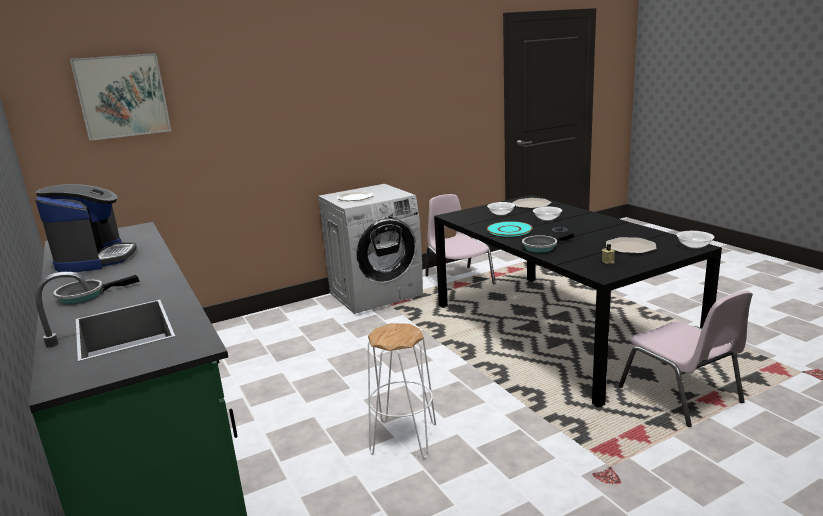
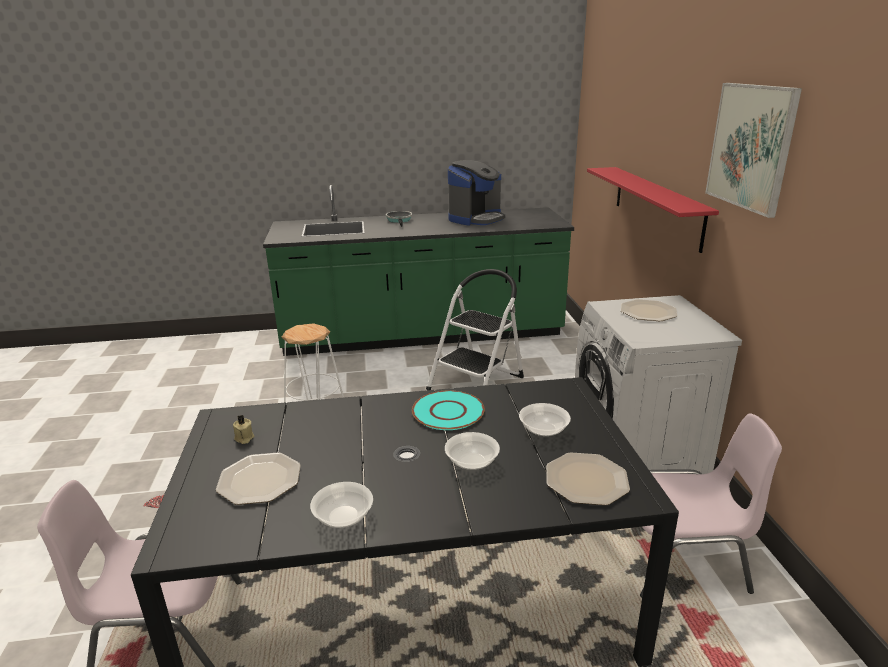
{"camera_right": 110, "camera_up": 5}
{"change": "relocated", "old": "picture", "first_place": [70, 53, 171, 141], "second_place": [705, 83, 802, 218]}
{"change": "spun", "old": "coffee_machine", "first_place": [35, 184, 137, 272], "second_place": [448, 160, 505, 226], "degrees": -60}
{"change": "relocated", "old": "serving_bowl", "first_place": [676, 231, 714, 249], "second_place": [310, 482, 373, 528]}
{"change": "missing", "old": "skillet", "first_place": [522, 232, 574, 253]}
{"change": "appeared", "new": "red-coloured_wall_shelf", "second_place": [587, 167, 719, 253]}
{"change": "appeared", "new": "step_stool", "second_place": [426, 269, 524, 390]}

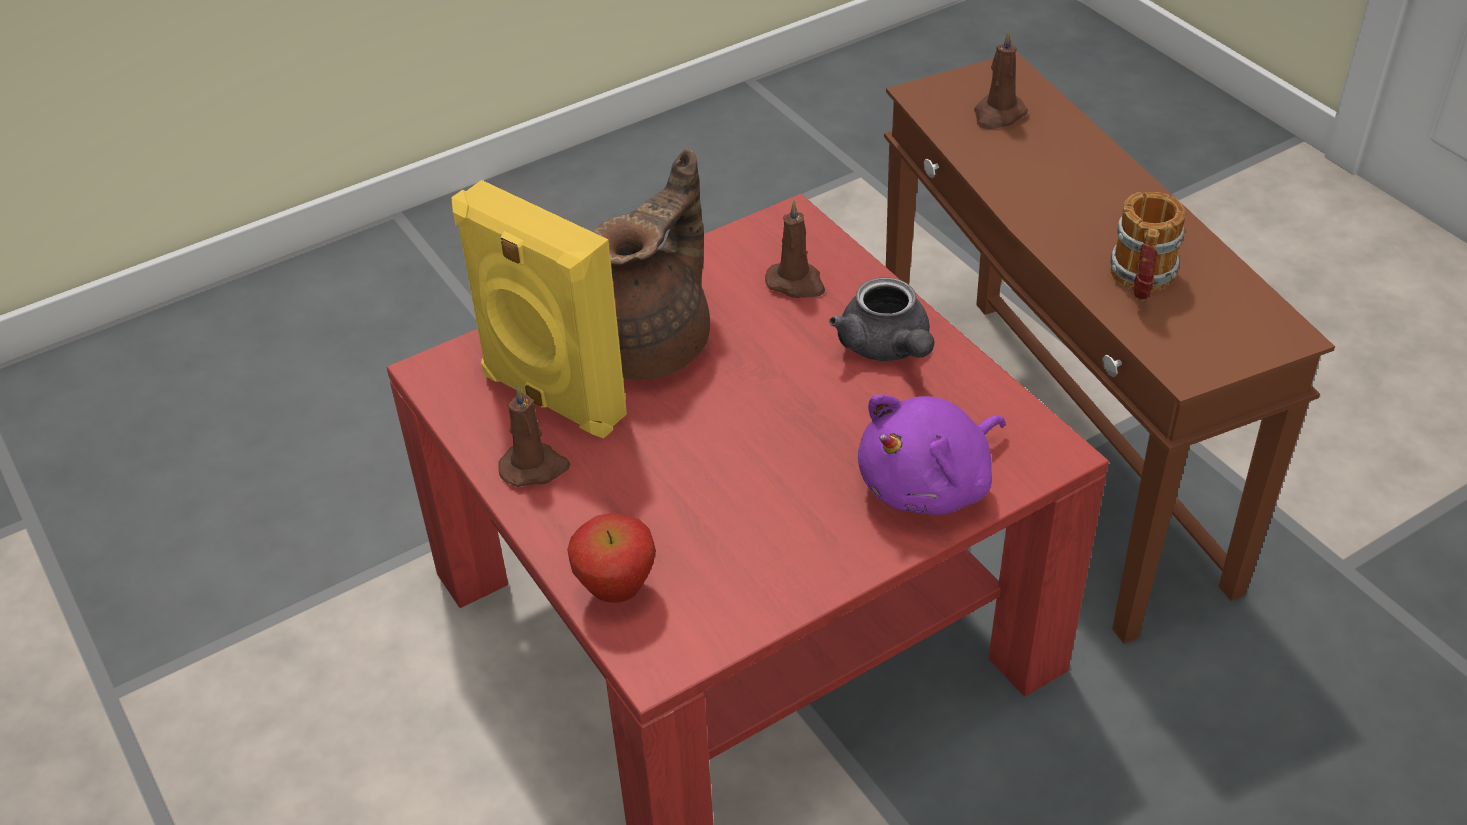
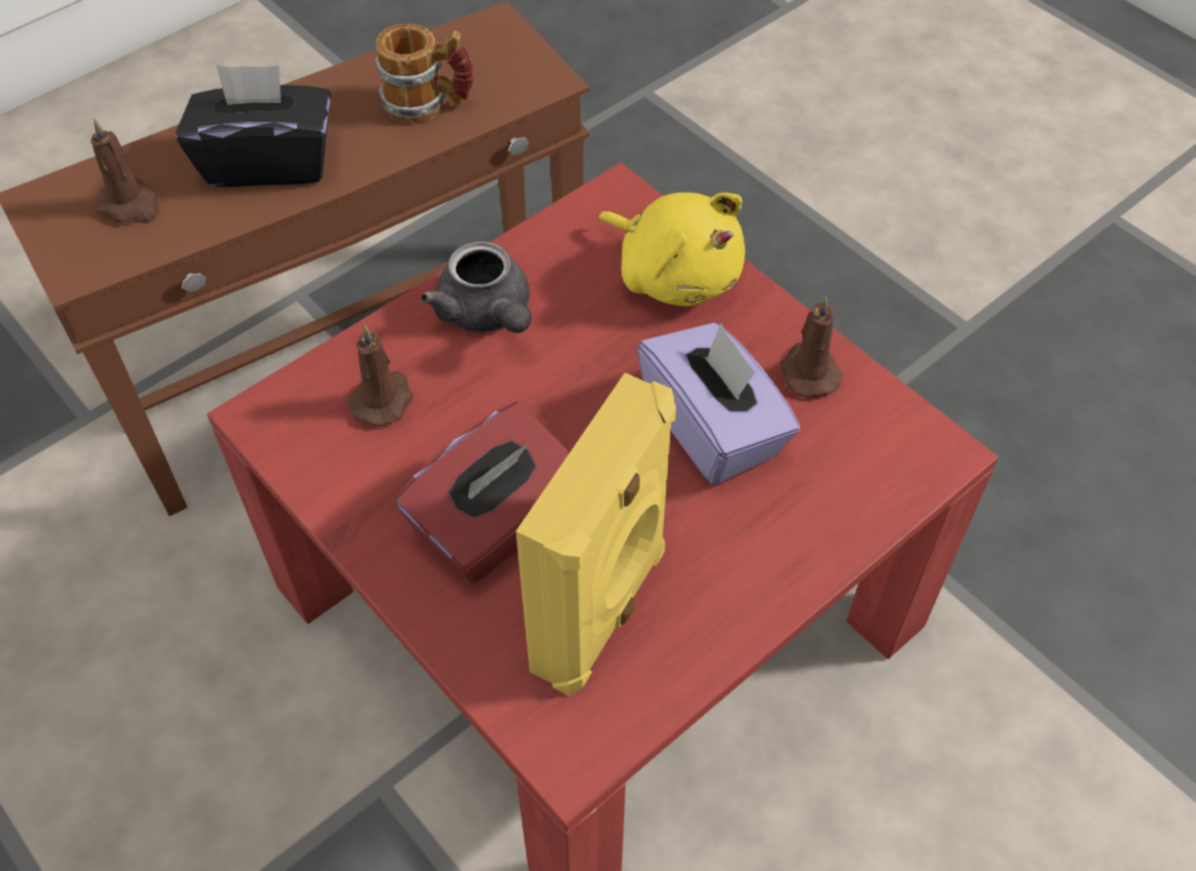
{"camera_right": -100, "camera_up": 10}
{"change": "exchanged", "old": "brown_tea_pot", "new": "red-coloured_box_of_tissues", "first_place": [594, 148, 710, 380], "second_place": [395, 402, 570, 583]}
{"change": "spun", "old": "grey_tea_pot", "first_place": [829, 277, 934, 361], "second_place": [421, 241, 532, 333], "degrees": 90}
{"change": "relocated", "old": "brown_wax_light", "first_place": [498, 385, 570, 487], "second_place": [780, 296, 843, 398]}
{"change": "colour", "old": "purple_plush_toy", "new": "yellowish_plush_toy", "first_place": [858, 394, 1006, 515], "second_place": [598, 192, 745, 307]}
{"change": "missing", "old": "apple_fruit", "first_place": [567, 514, 656, 603]}
{"change": "appeared", "new": "black-coloured_box_of_tissues", "second_place": [175, 65, 331, 187]}
{"change": "appeared", "new": "purple_box_of_tissues", "second_place": [637, 323, 800, 485]}

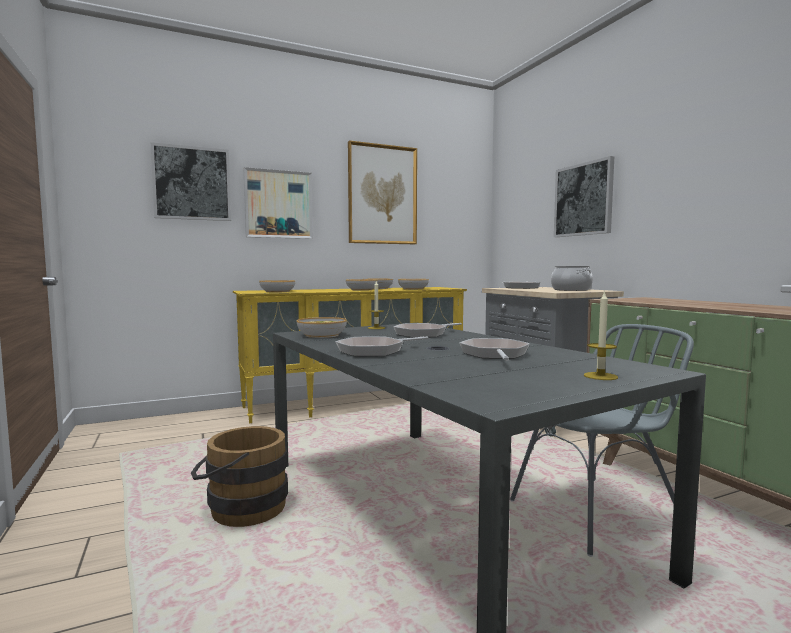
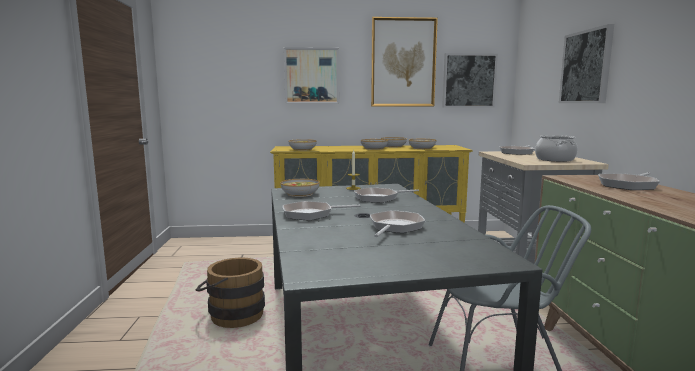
{"camera_right": 20, "camera_up": 5}
{"change": "relocated", "old": "picture", "first_place": [151, 142, 231, 221], "second_place": [442, 53, 498, 108]}
{"change": "missing", "old": "wax_light", "first_place": [584, 290, 618, 380]}
{"change": "appeared", "new": "skillet", "second_place": [598, 172, 660, 190]}

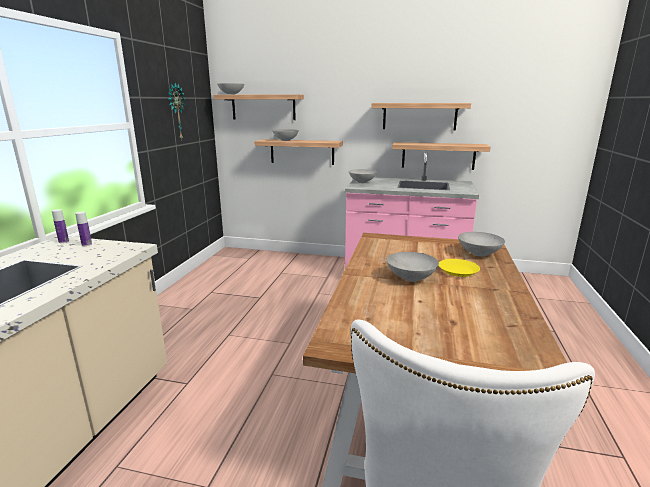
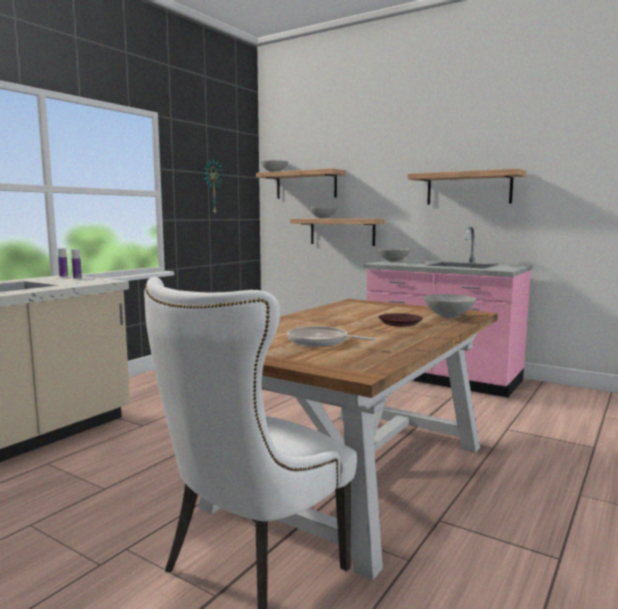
{"camera_right": 20, "camera_up": -10}
{"change": "missing", "old": "wall_shelf", "first_place": [392, 142, 491, 170]}
{"change": "missing", "old": "grey_serving_bowl", "first_place": [387, 252, 439, 282]}
{"change": "colour", "old": "yellowish_flat_dish", "new": "brown_flat_dish", "first_place": [439, 259, 480, 277], "second_place": [378, 313, 423, 326]}
{"change": "appeared", "new": "skillet", "second_place": [287, 326, 376, 347]}

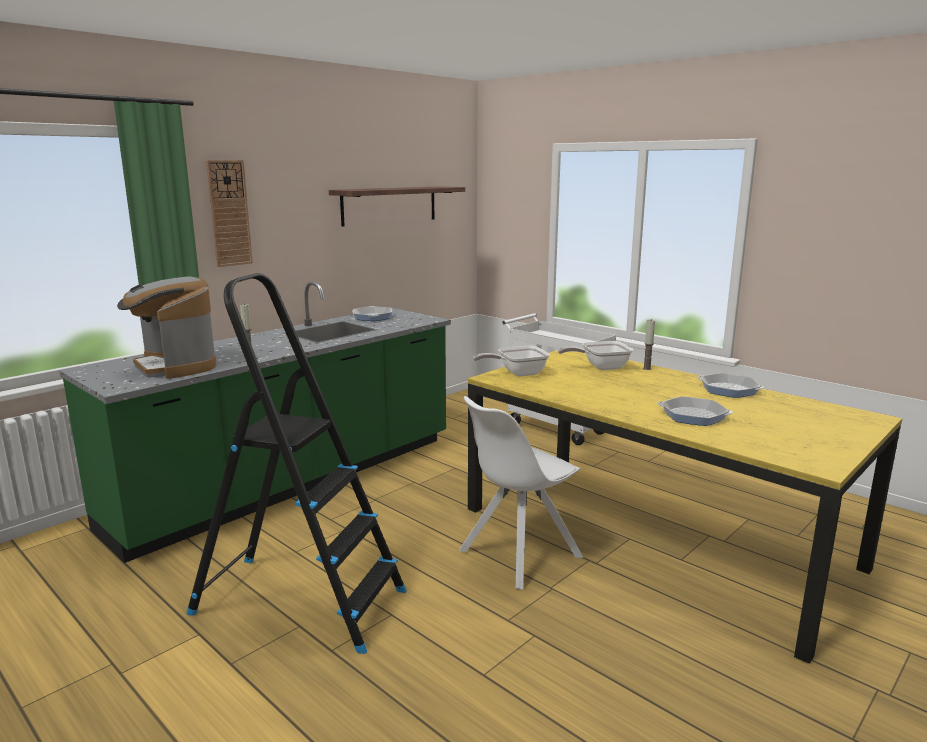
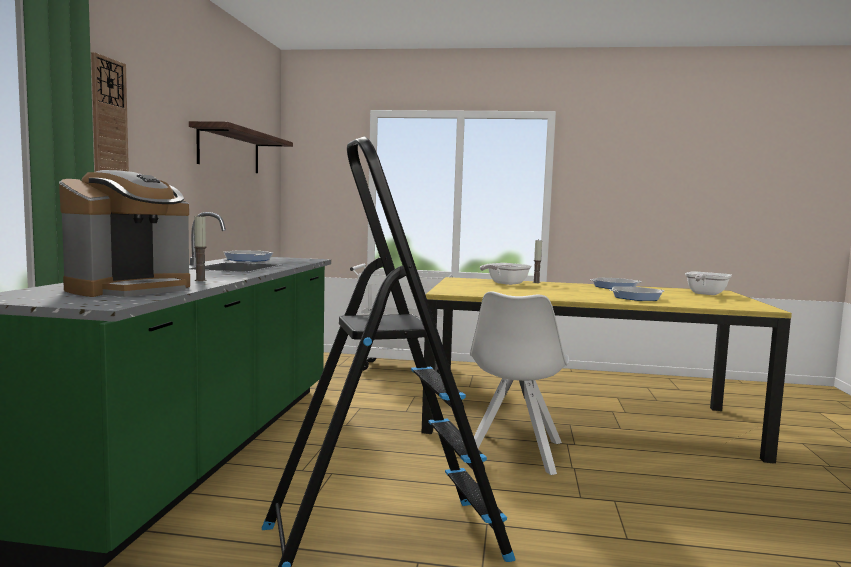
{"camera_right": -35, "camera_up": -10}
{"change": "spun", "old": "coffee_machine", "first_place": [117, 276, 217, 379], "second_place": [59, 170, 190, 297], "degrees": -75}
{"change": "relocated", "old": "skillet", "first_place": [473, 346, 550, 376], "second_place": [685, 272, 732, 295]}

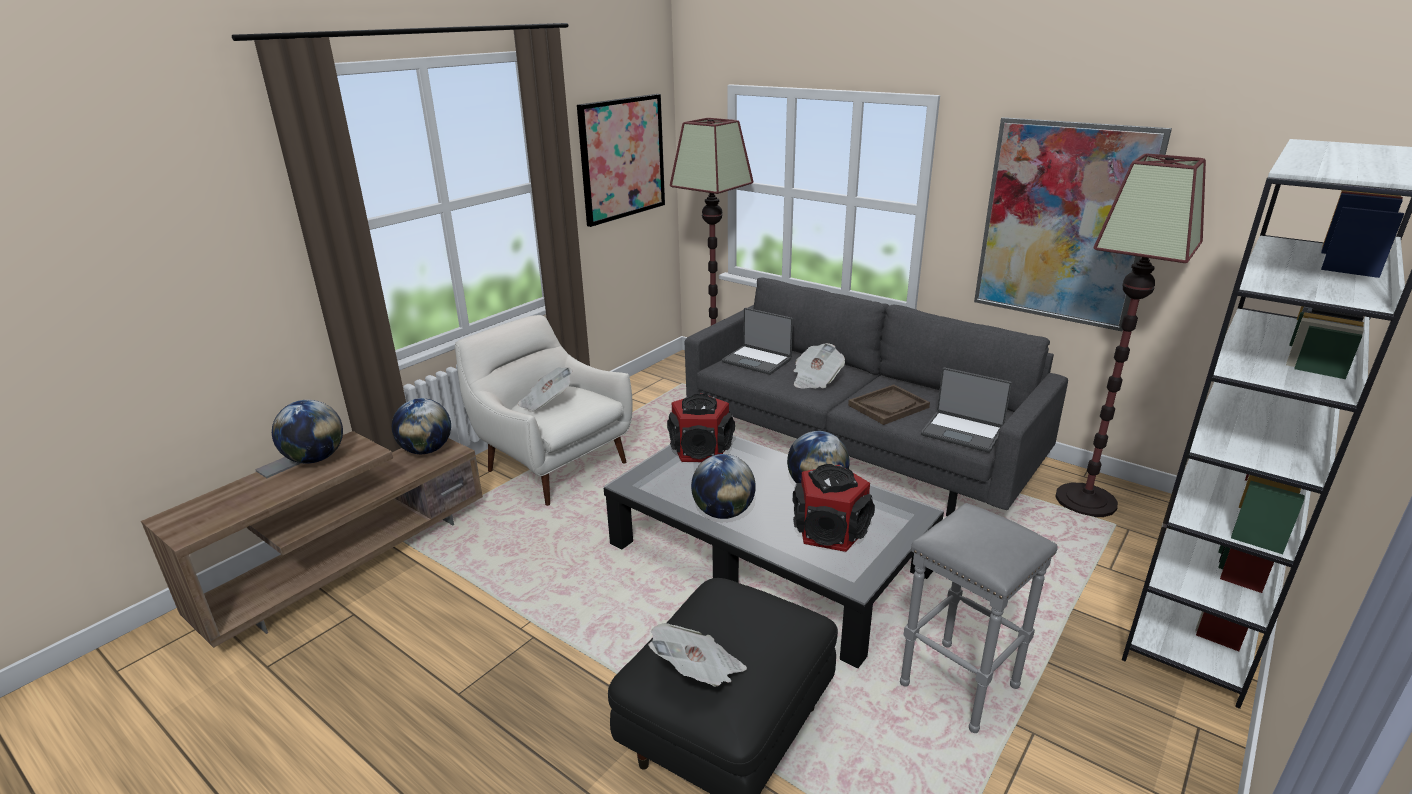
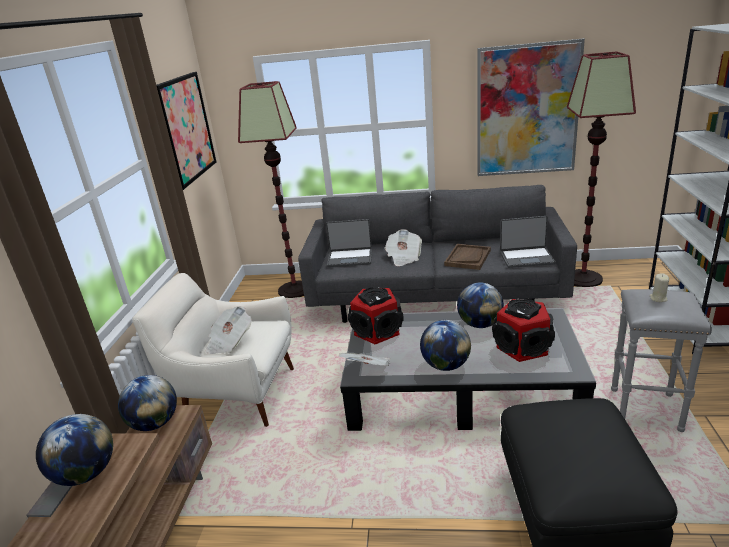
{"camera_right": -30, "camera_up": 0}
{"change": "relocated", "old": "daily_paper", "first_place": [648, 623, 747, 687], "second_place": [339, 353, 391, 366]}
{"change": "appeared", "new": "sand-coloured_wax_light", "second_place": [649, 273, 669, 302]}

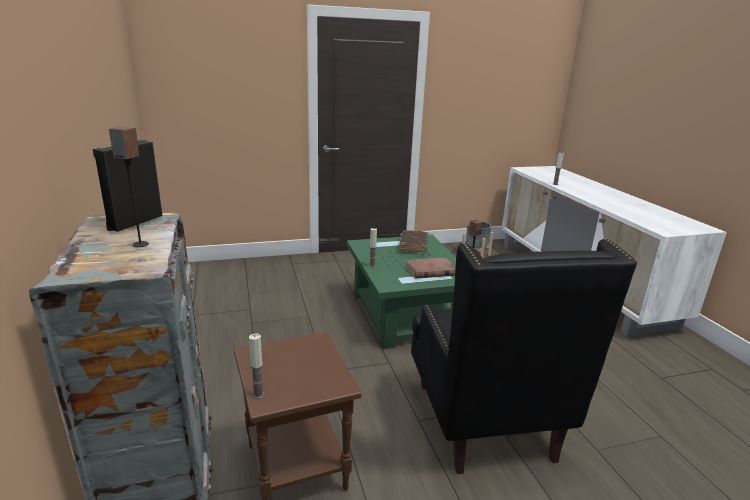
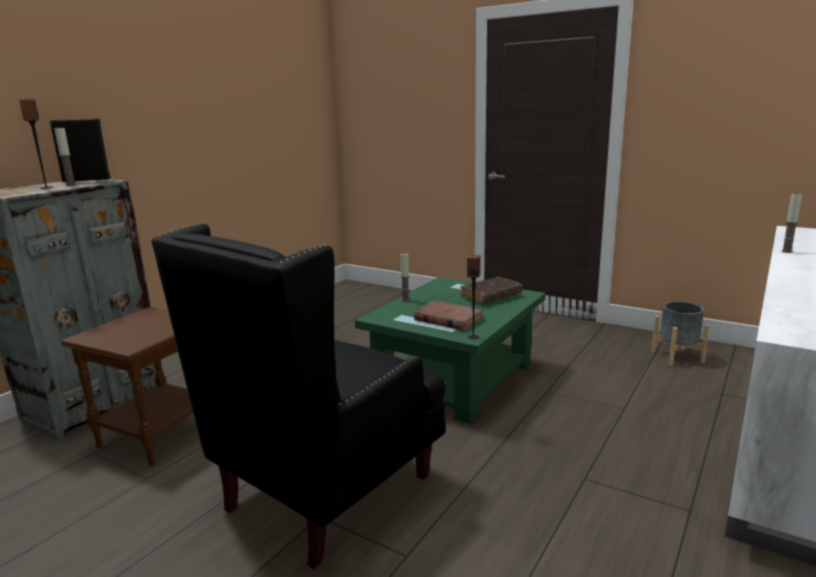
{"camera_right": 50, "camera_up": -5}
{"change": "relocated", "old": "wax_light", "first_place": [249, 334, 265, 399], "second_place": [54, 127, 76, 186]}

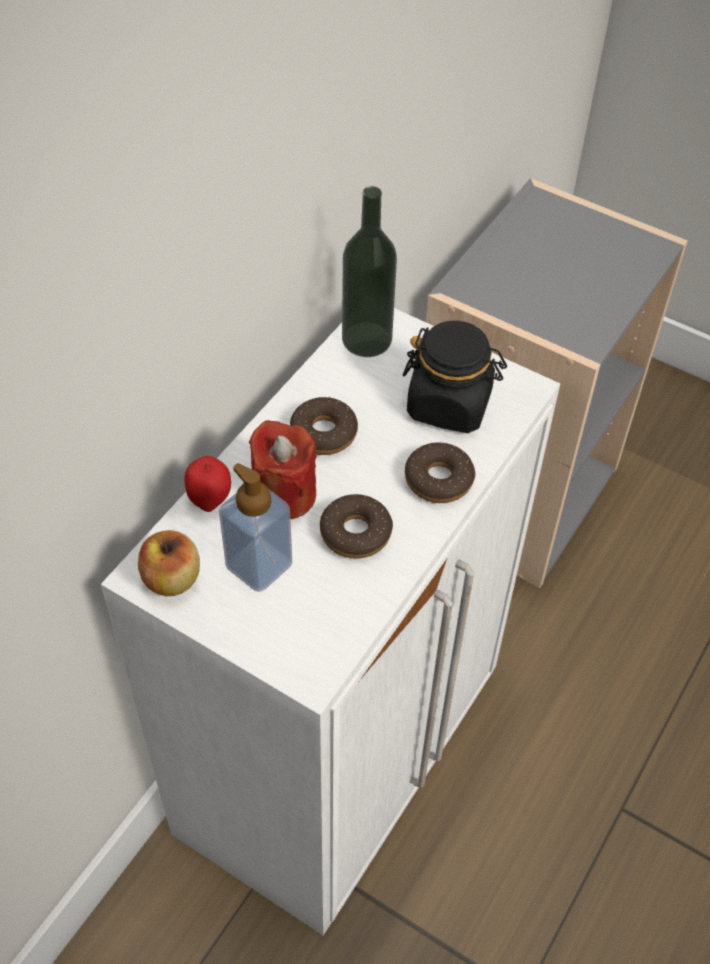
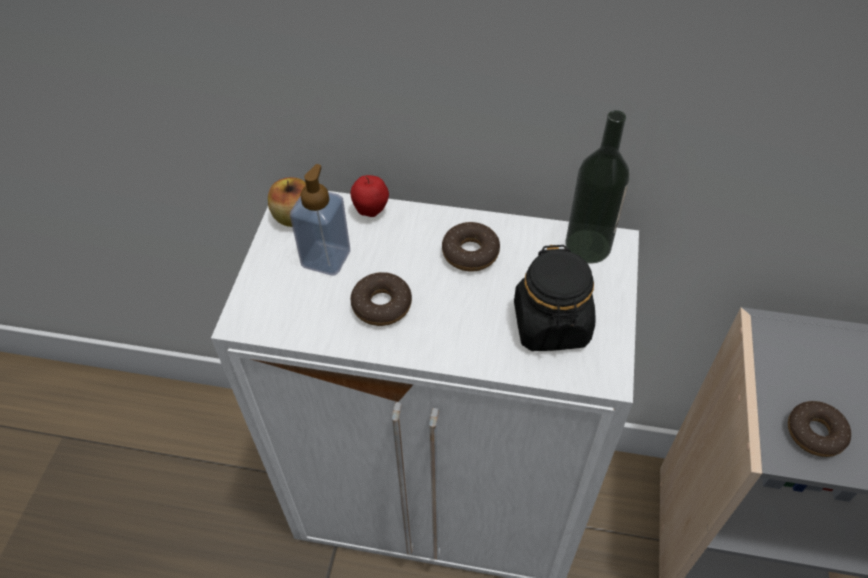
{"camera_right": 70, "camera_up": 0}
{"change": "missing", "old": "red-coloured_wax_light", "first_place": [249, 420, 317, 519]}
{"change": "relocated", "old": "ring_doughnut", "first_place": [405, 443, 475, 503], "second_place": [788, 401, 851, 457]}

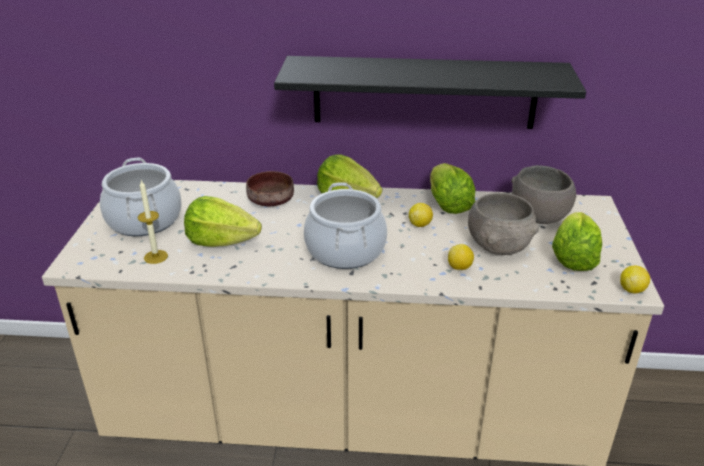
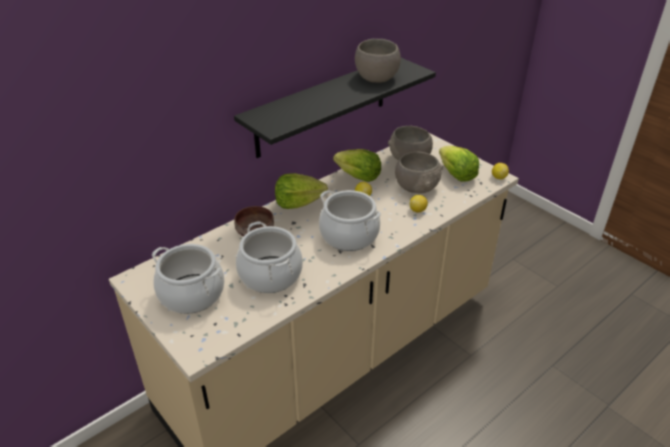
{"camera_right": -45, "camera_up": 5}
{"change": "missing", "old": "wax_light", "first_place": [138, 180, 168, 264]}
{"change": "exchanged", "old": "lettuce", "new": "cooking_pot", "first_place": [184, 196, 262, 247], "second_place": [236, 221, 303, 293]}
{"change": "appeared", "new": "grey_serving_bowl", "second_place": [355, 39, 401, 83]}

